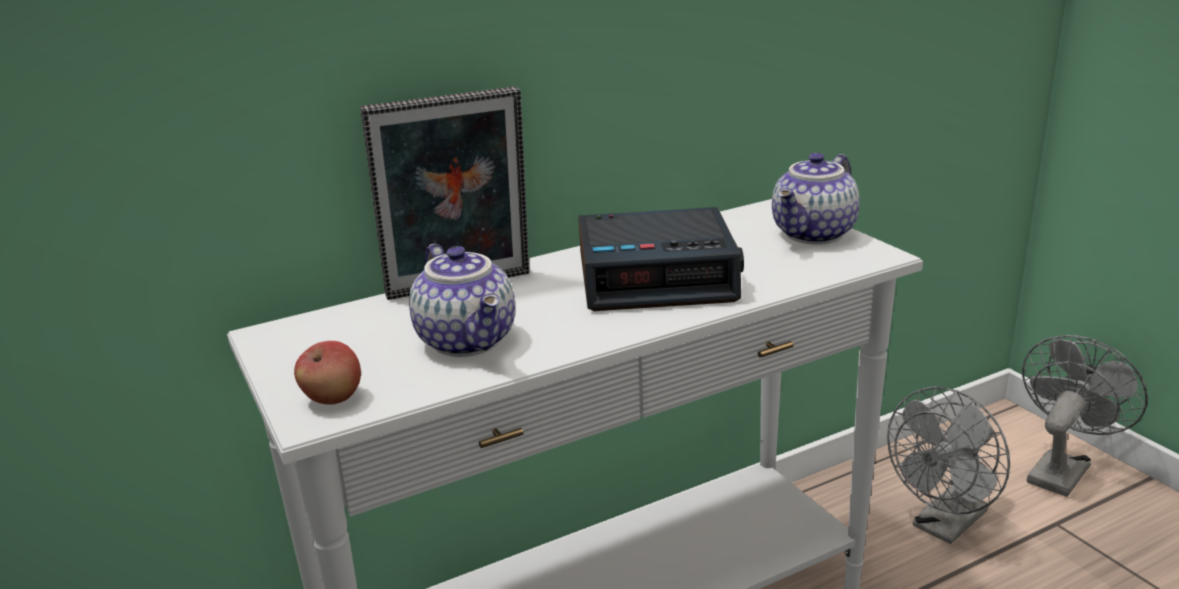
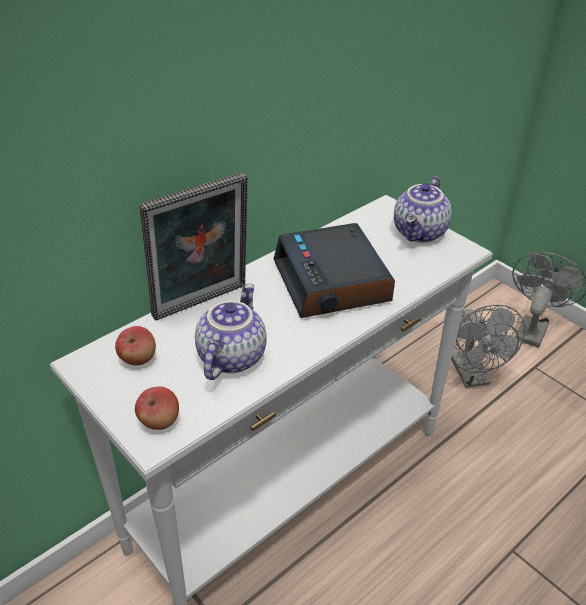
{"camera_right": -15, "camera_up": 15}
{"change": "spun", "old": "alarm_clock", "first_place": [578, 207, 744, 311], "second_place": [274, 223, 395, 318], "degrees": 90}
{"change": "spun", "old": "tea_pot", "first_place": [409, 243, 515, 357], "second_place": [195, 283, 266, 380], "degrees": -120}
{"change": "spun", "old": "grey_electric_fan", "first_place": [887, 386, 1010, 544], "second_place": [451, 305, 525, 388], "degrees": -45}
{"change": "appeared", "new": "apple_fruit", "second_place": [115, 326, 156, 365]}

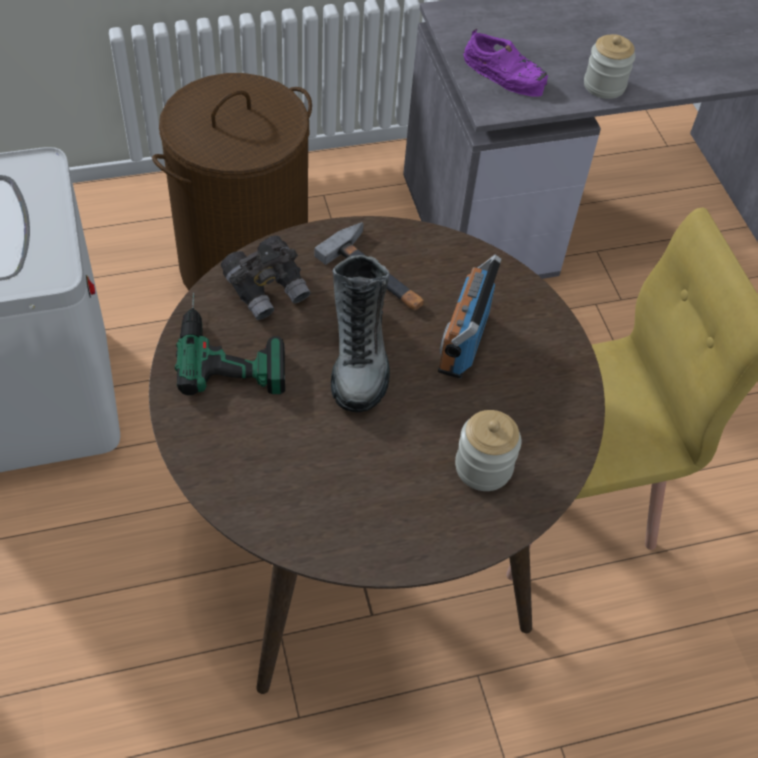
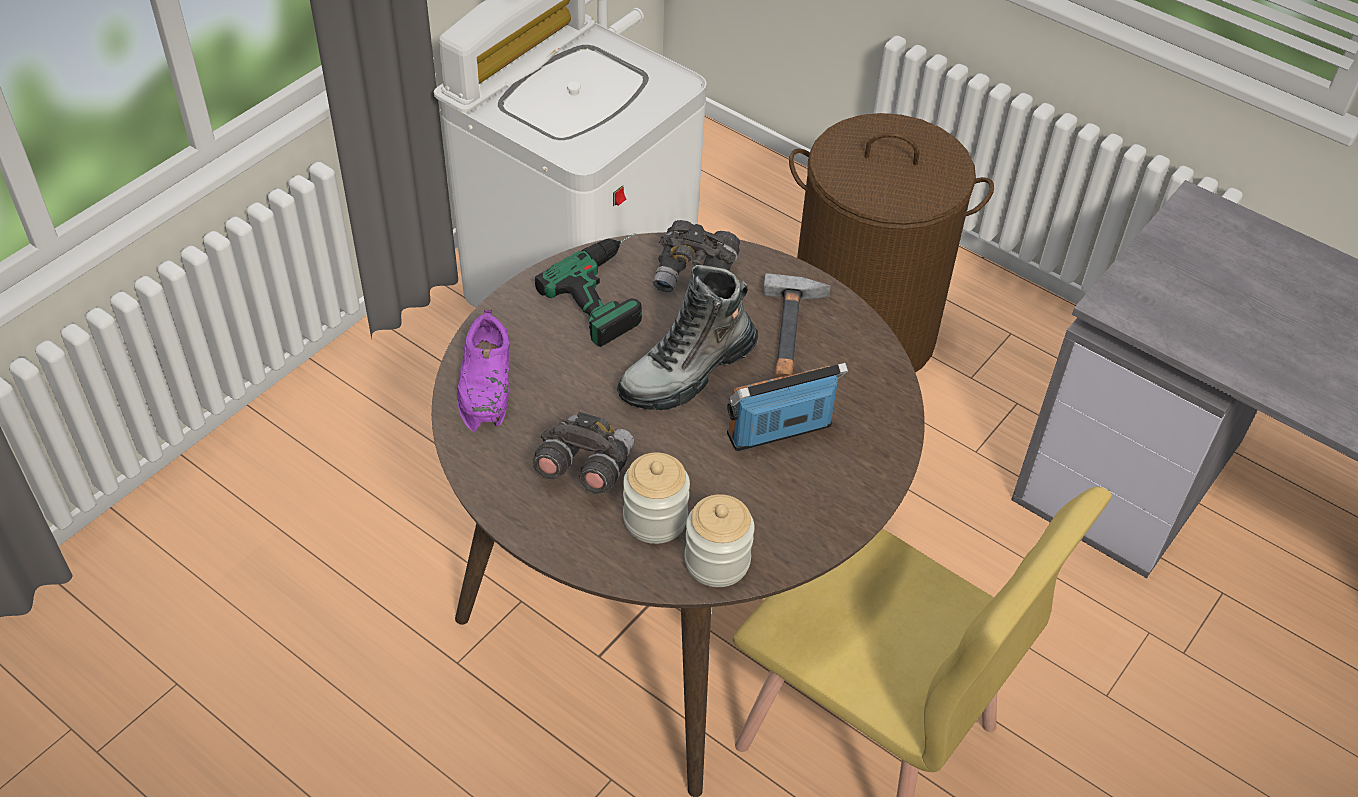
{"camera_right": 55, "camera_up": -5}
{"change": "relocated", "old": "purple_item_of_footwear", "first_place": [463, 29, 548, 97], "second_place": [457, 309, 510, 432]}
{"change": "relocated", "old": "storage_jar", "first_place": [584, 34, 635, 99], "second_place": [685, 494, 755, 587]}
{"change": "appeared", "new": "grey_binoculars", "second_place": [533, 412, 634, 494]}

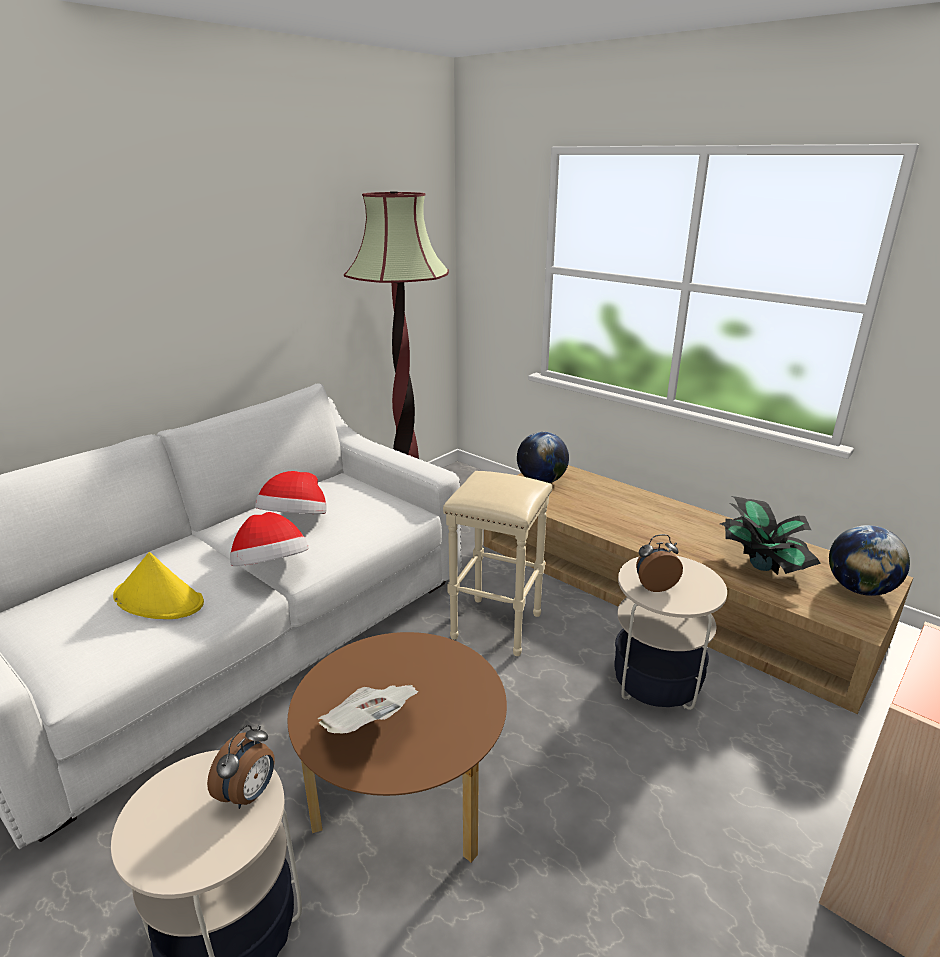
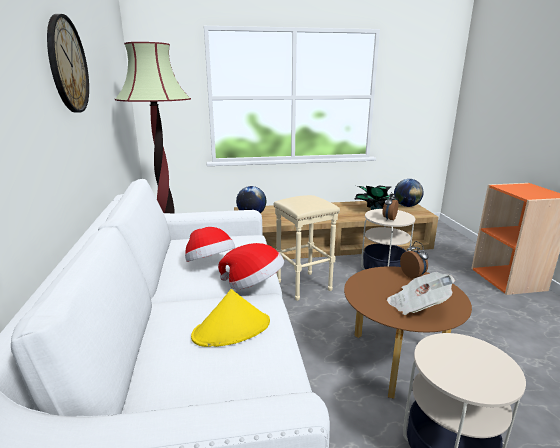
{"camera_right": -50, "camera_up": -5}
{"change": "relocated", "old": "alarm_clock", "first_place": [207, 725, 275, 809], "second_place": [400, 241, 429, 278]}
{"change": "appeared", "new": "clock_on_the_wall", "second_place": [47, 14, 89, 113]}

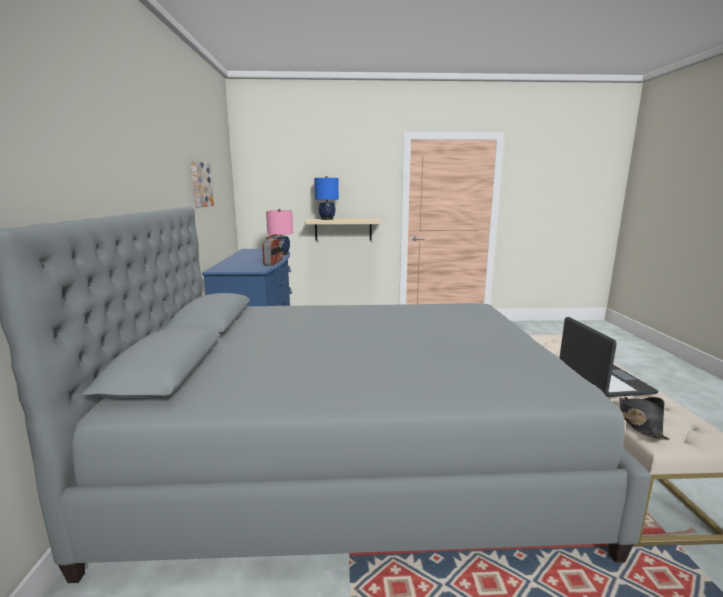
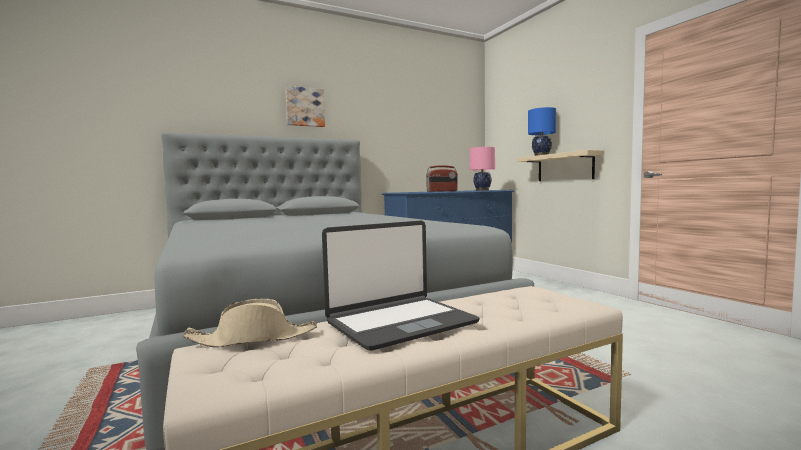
{"camera_right": 65, "camera_up": -10}
{"change": "relocated", "old": "picture", "first_place": [191, 161, 214, 207], "second_place": [285, 86, 325, 127]}
{"change": "colour", "old": "black-coloured_clothing_hat", "new": "sand-coloured_clothing_hat", "first_place": [619, 396, 670, 440], "second_place": [183, 299, 317, 347]}

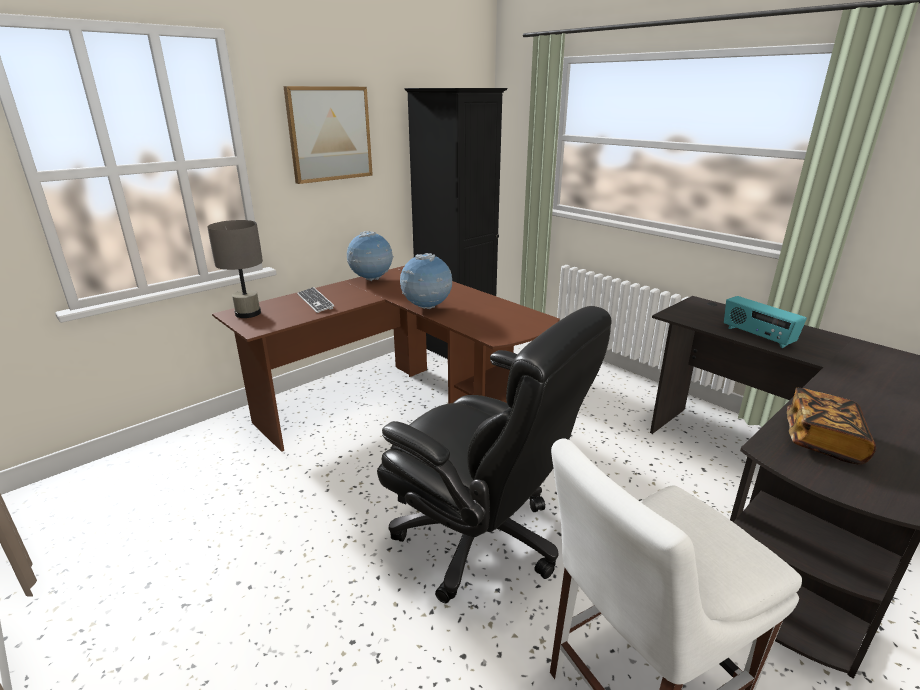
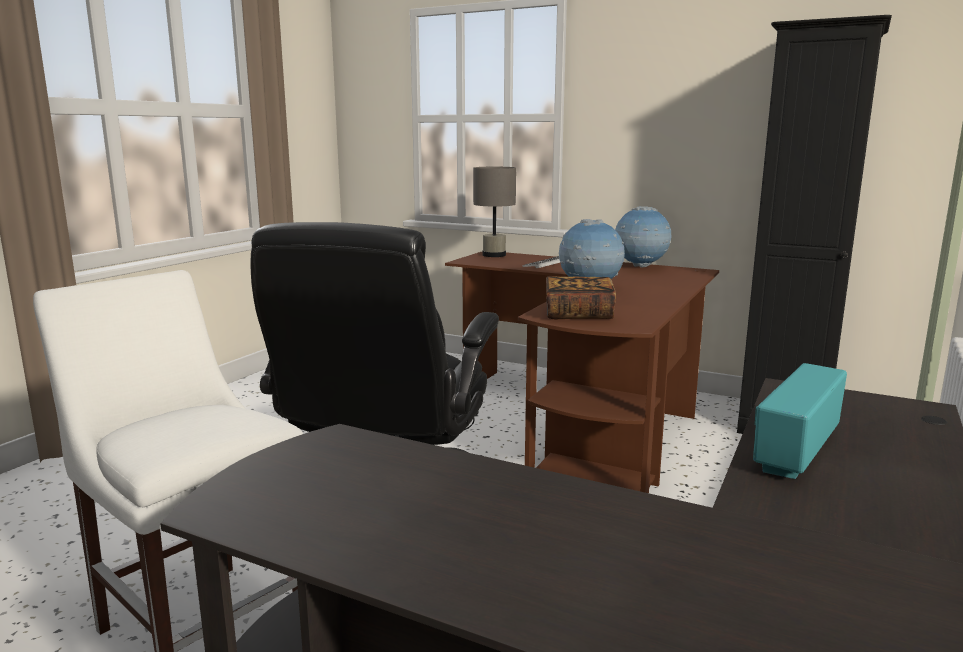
{"camera_right": 70, "camera_up": -10}
{"change": "missing", "old": "picture", "first_place": [283, 86, 373, 184]}
{"change": "relocated", "old": "book", "first_place": [787, 388, 876, 465], "second_place": [546, 276, 616, 319]}

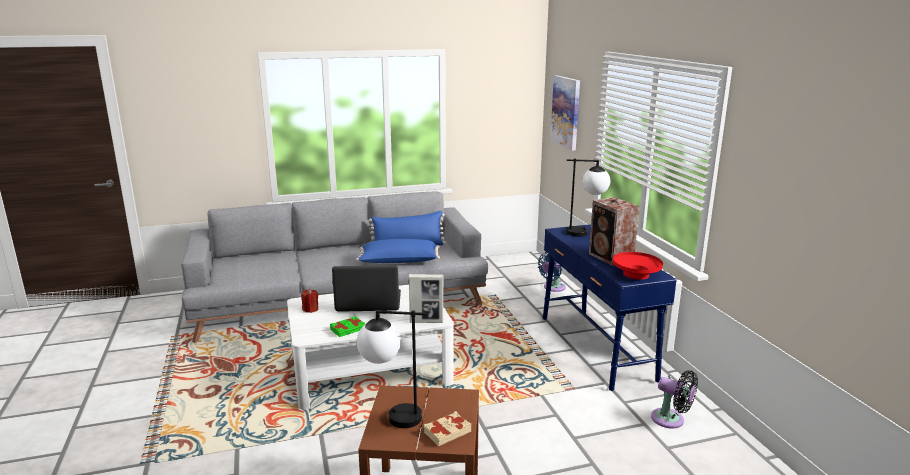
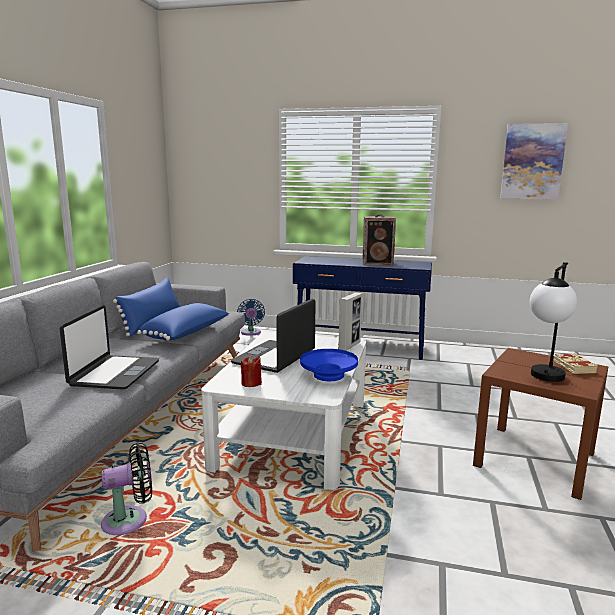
{"camera_right": -60, "camera_up": -5}
{"change": "relocated", "old": "picture", "first_place": [550, 75, 580, 151], "second_place": [500, 123, 568, 199]}
{"change": "missing", "old": "table_lamp", "first_place": [566, 158, 610, 237]}
{"change": "missing", "old": "red-coloured_serving_bowl", "first_place": [613, 252, 663, 280]}
{"change": "exchanged", "old": "green-coloured_book", "new": "blue-coloured_serving_bowl", "first_place": [330, 316, 365, 337], "second_place": [300, 349, 358, 381]}
{"change": "relocated", "old": "black-coloured_electric_fan", "first_place": [651, 371, 698, 429], "second_place": [101, 443, 152, 535]}
{"change": "appeared", "new": "laptop", "second_place": [60, 305, 159, 390]}

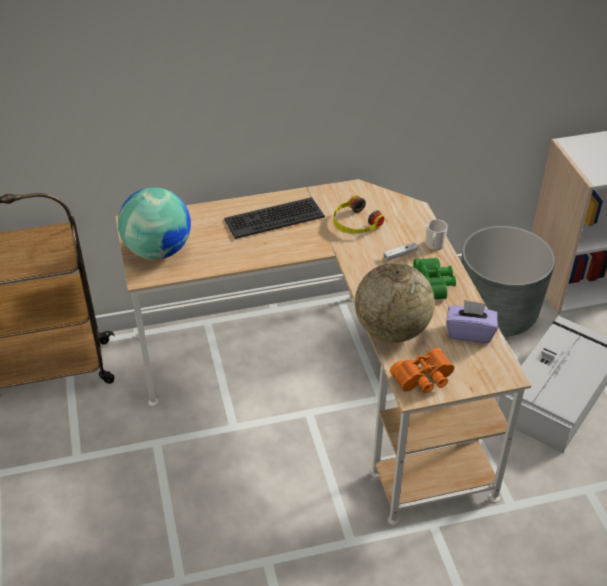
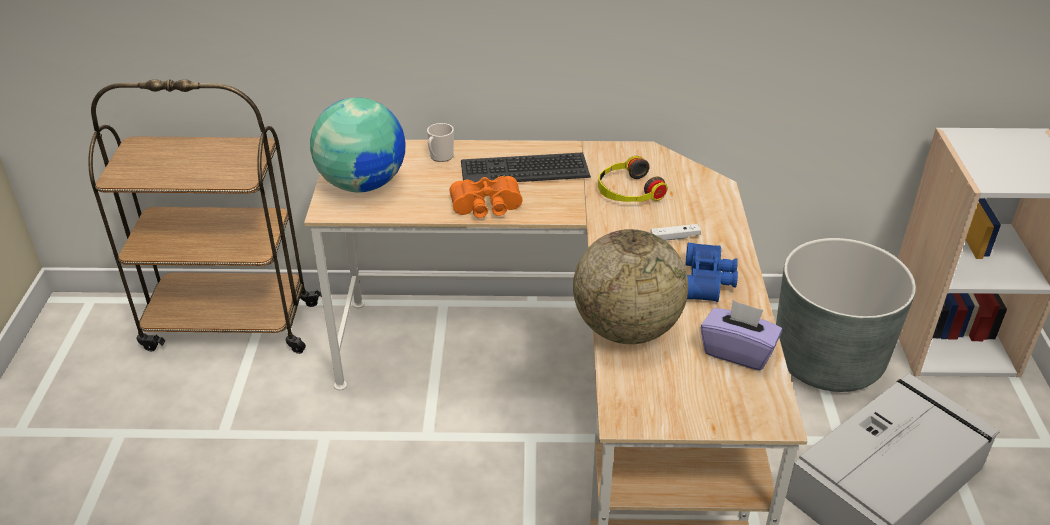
{"camera_right": 15, "camera_up": -5}
{"change": "relocated", "old": "coffee_mug", "first_place": [425, 219, 448, 250], "second_place": [427, 123, 454, 162]}
{"change": "colour", "old": "green-coloured_binoculars", "new": "blue-coloured_binoculars", "first_place": [413, 258, 456, 299], "second_place": [686, 243, 738, 302]}
{"change": "relocated", "old": "orange_binoculars", "first_place": [390, 348, 454, 393], "second_place": [449, 176, 523, 218]}

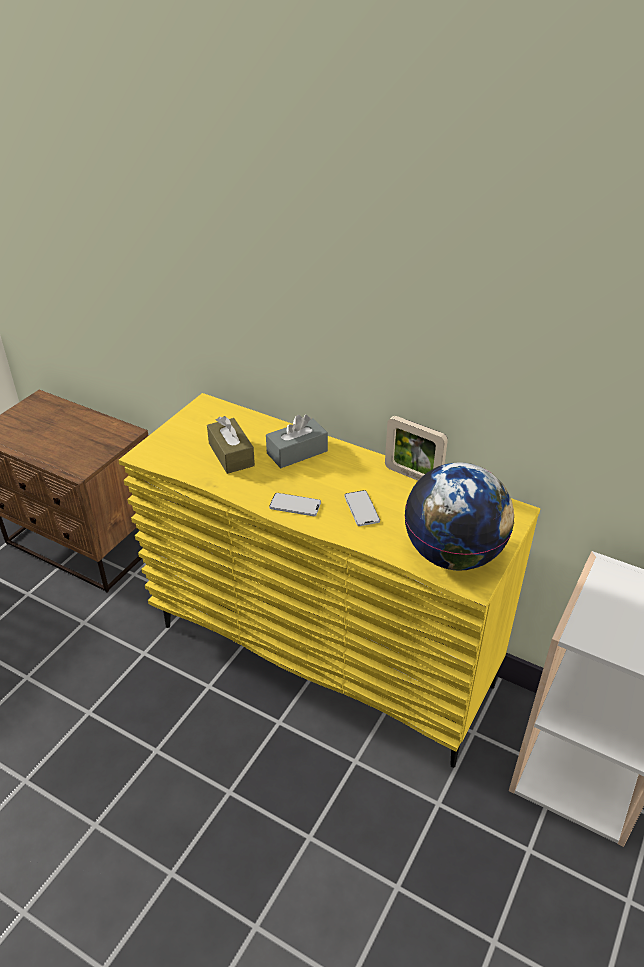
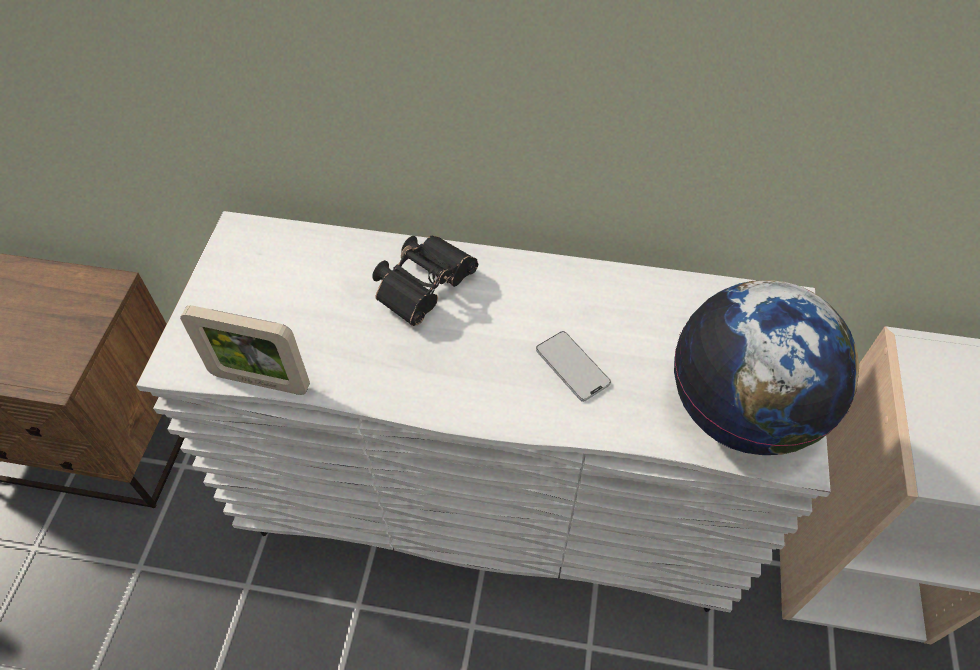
{"camera_right": -20, "camera_up": 15}
{"change": "colour", "old": "yellowish_dresser", "new": "whitish_dresser", "first_place": [119, 393, 541, 768], "second_place": [136, 211, 831, 612]}
{"change": "exchanged", "old": "grey_box_of_tissues", "new": "black-coloured_binoculars", "first_place": [266, 415, 328, 468], "second_place": [372, 235, 478, 326]}
{"change": "missing", "old": "brown_box_of_tissues", "first_place": [207, 416, 255, 474]}
{"change": "relocated", "old": "photo_frame", "first_place": [385, 416, 448, 481], "second_place": [180, 305, 310, 395]}
{"change": "missing", "old": "phone", "first_place": [269, 493, 321, 516]}

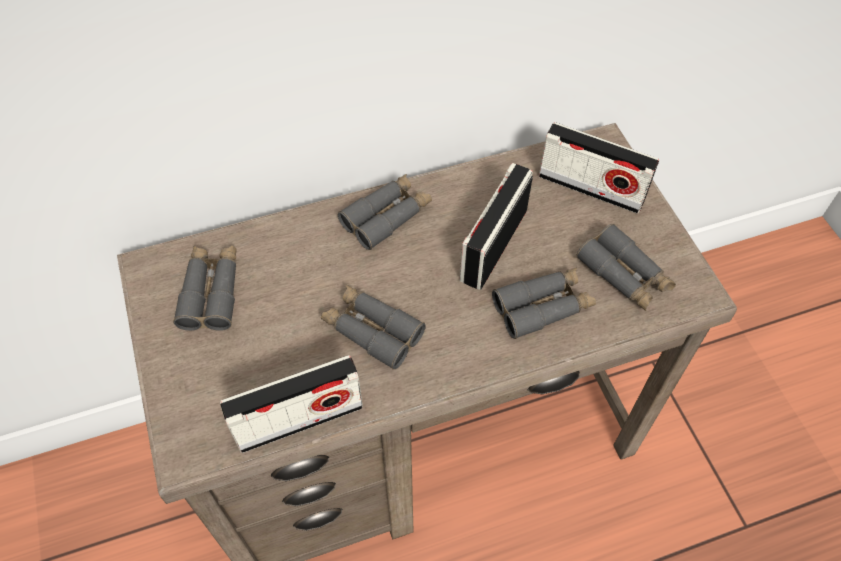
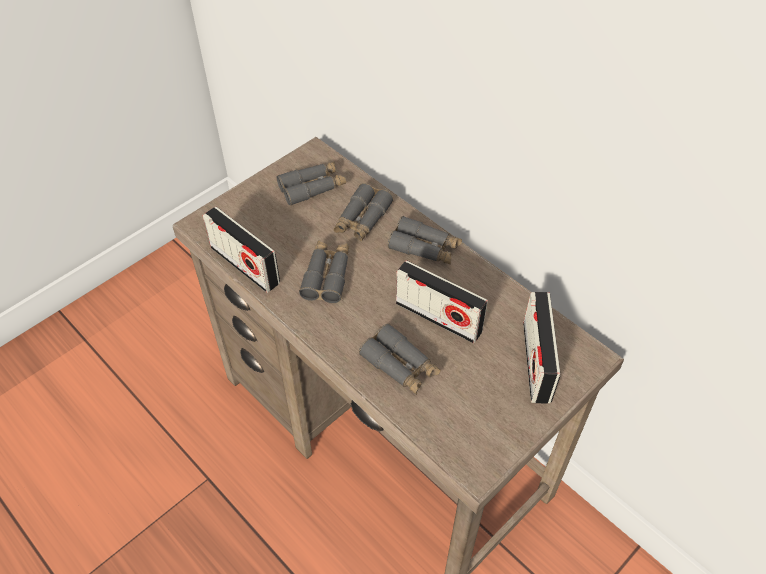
{"camera_right": 65, "camera_up": -5}
{"change": "spun", "old": "radio_receiver", "first_place": [460, 163, 533, 290], "second_place": [396, 261, 488, 343], "degrees": -150}
{"change": "relocated", "old": "grey_binoculars", "first_place": [577, 224, 676, 311], "second_place": [334, 183, 394, 242]}

